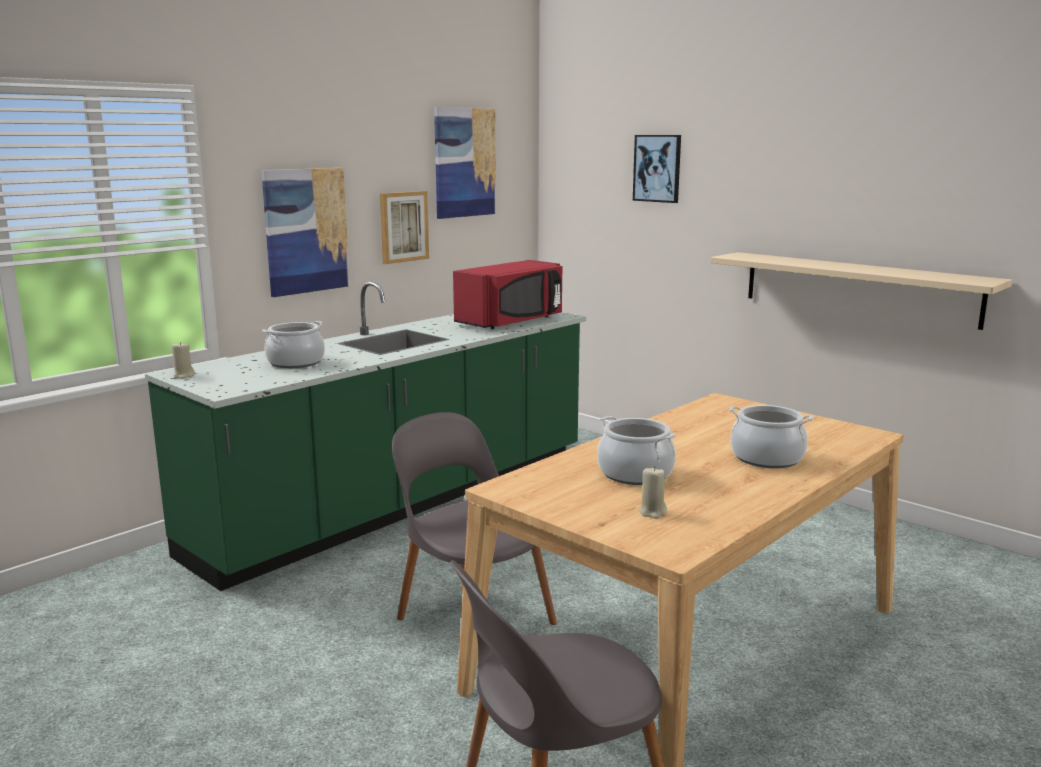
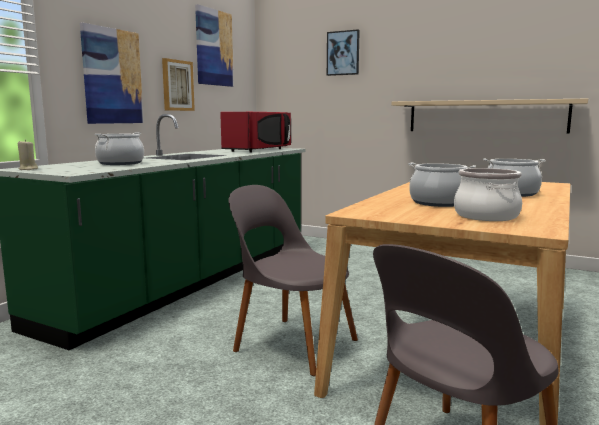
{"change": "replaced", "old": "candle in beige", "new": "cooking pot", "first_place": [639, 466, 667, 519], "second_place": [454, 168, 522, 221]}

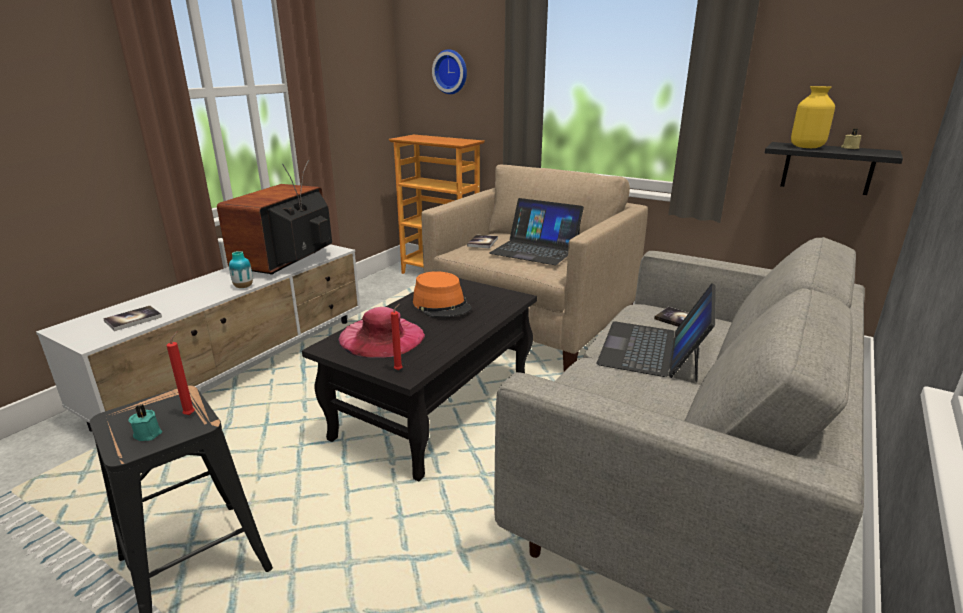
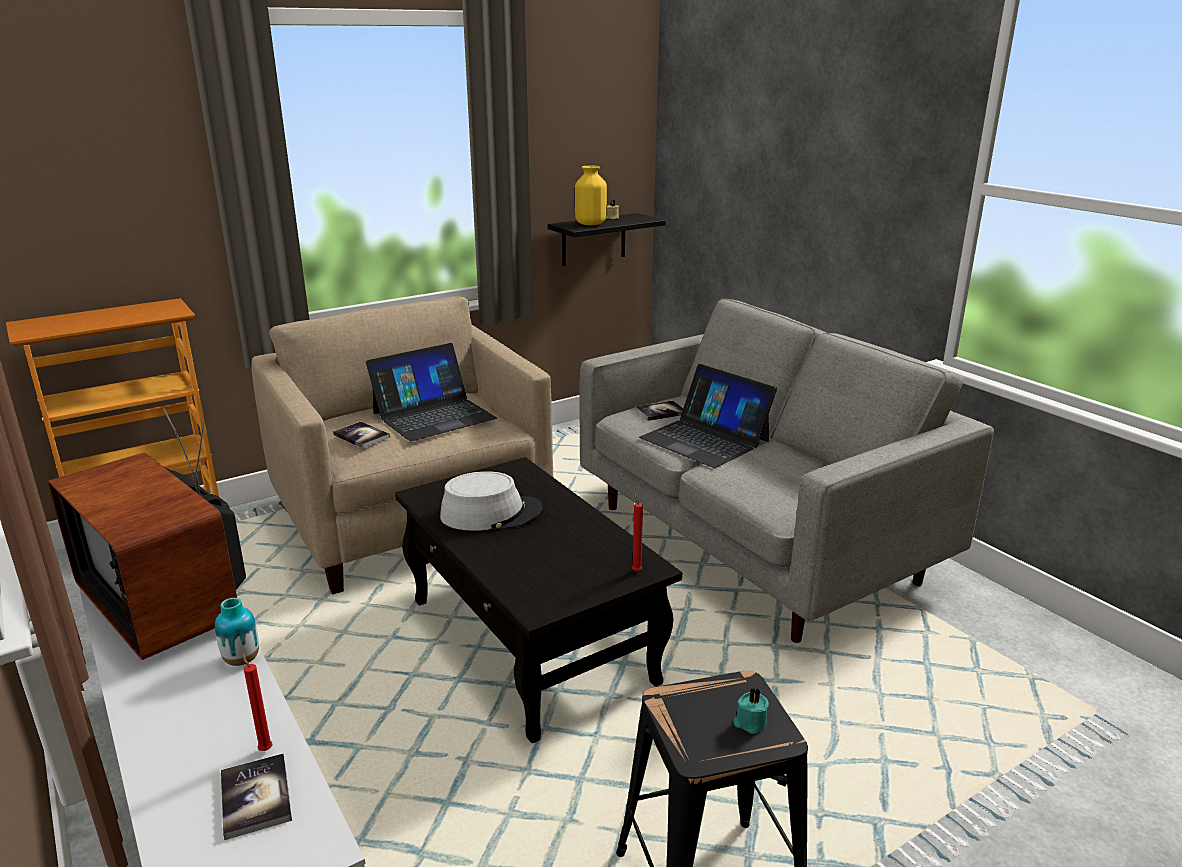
{"change": "moved", "old": "candle in red", "first_place": [167, 331, 195, 415], "second_place": [242, 653, 273, 751]}
{"change": "removed", "old": "hat in pink", "first_place": [338, 307, 425, 358]}
{"change": "recoloured", "old": "hat in orange", "new": "hat in grey", "first_place": [413, 271, 472, 317], "second_place": [440, 471, 543, 531]}
{"change": "removed", "old": "wall clock", "first_place": [432, 49, 467, 94]}

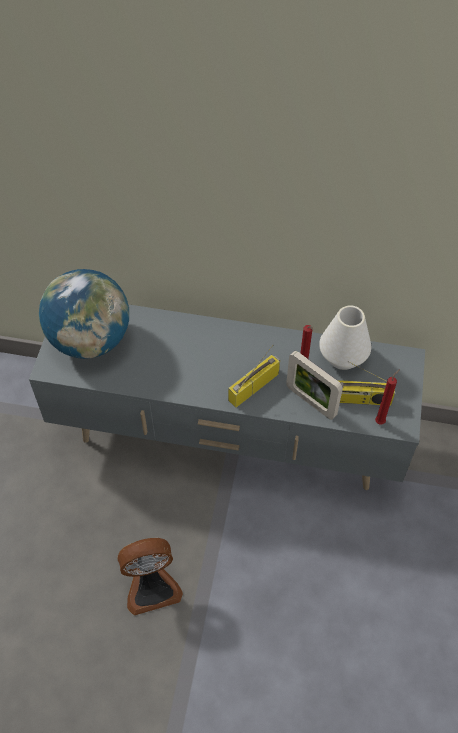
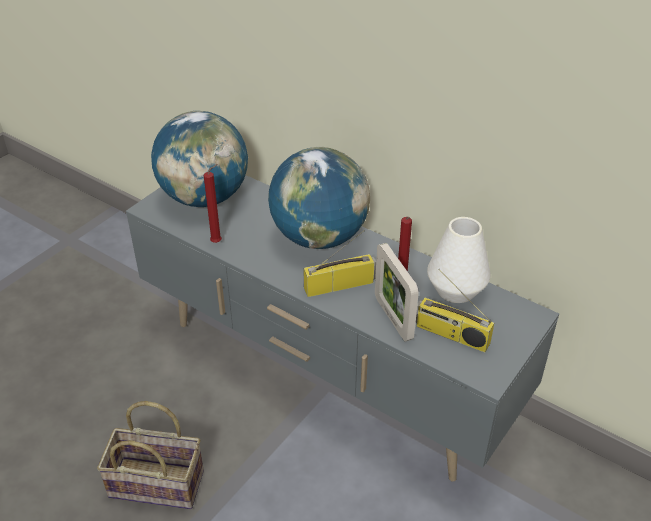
{"change": "replaced", "old": "fan", "new": "basket", "first_place": [118, 538, 183, 616], "second_place": [97, 401, 204, 509]}
{"change": "moved", "old": "candle in red", "first_place": [375, 369, 400, 424], "second_place": [204, 164, 222, 243]}
{"change": "added", "new": "globe", "second_place": [268, 147, 370, 249]}

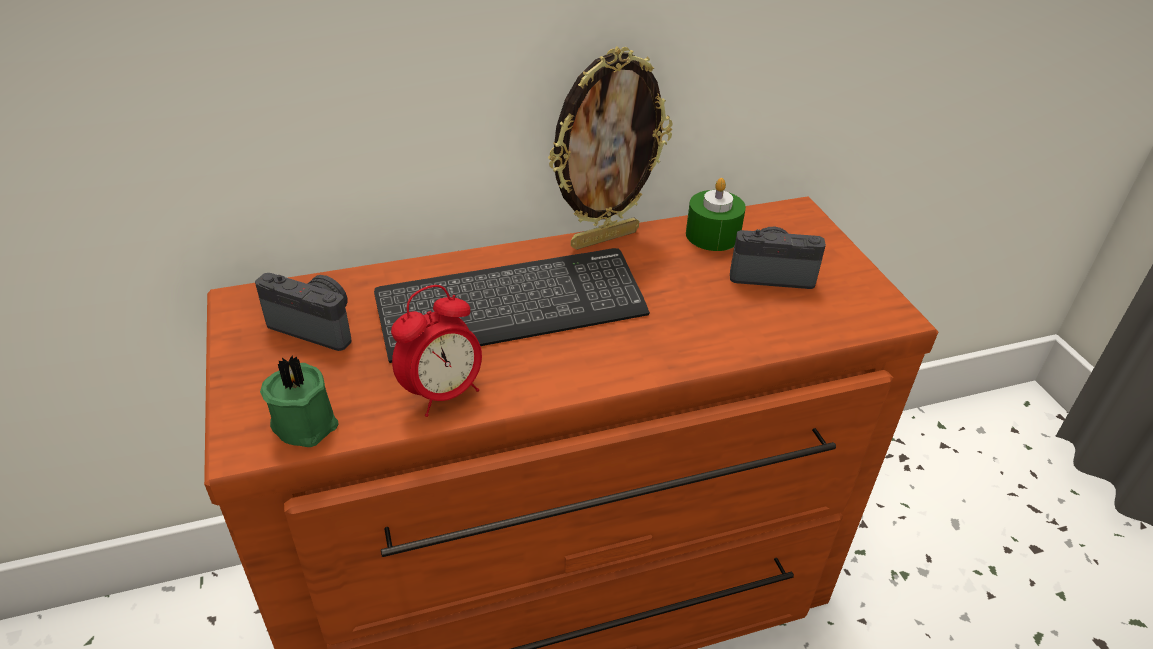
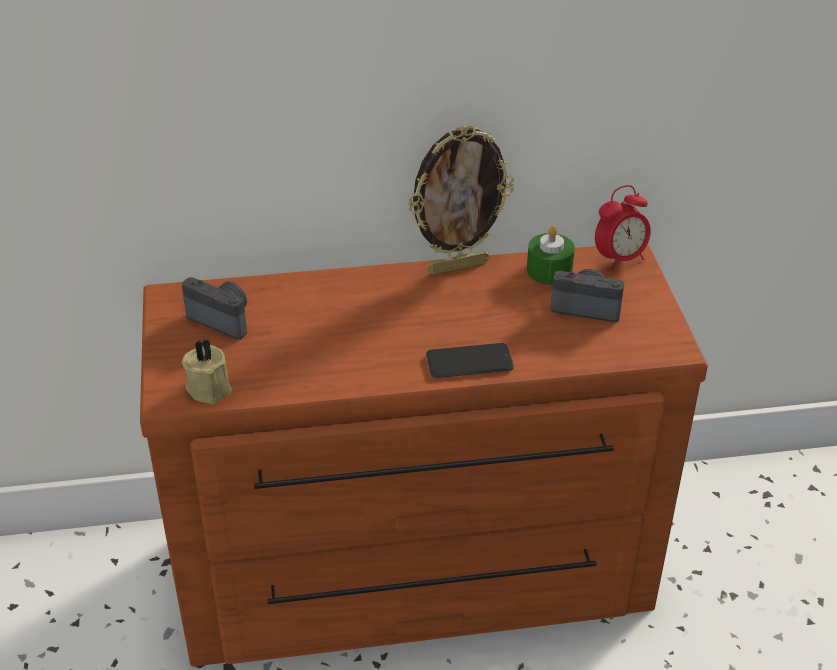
{"change": "recoloured", "old": "candle in green", "new": "candle in beige", "first_place": [260, 356, 339, 447], "second_place": [182, 340, 232, 404]}
{"change": "removed", "old": "keyboard", "first_place": [374, 248, 650, 363]}
{"change": "moved", "old": "alarm clock", "first_place": [391, 285, 482, 417], "second_place": [595, 185, 651, 271]}
{"change": "added", "new": "phone", "second_place": [426, 343, 514, 378]}

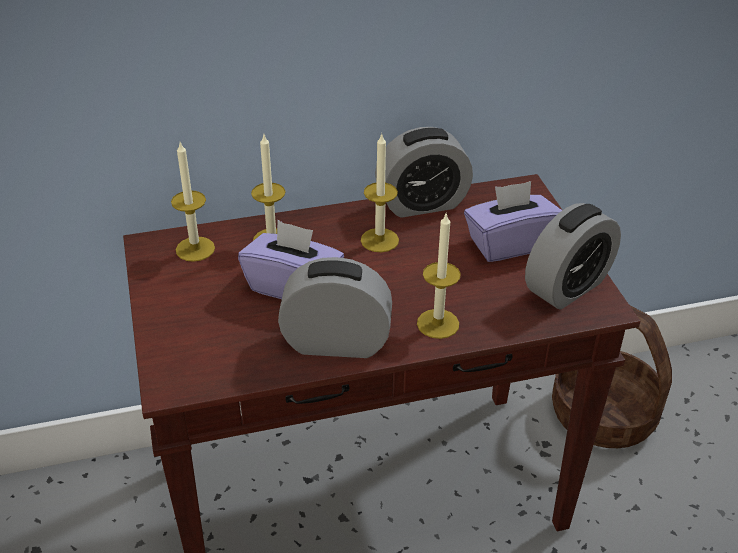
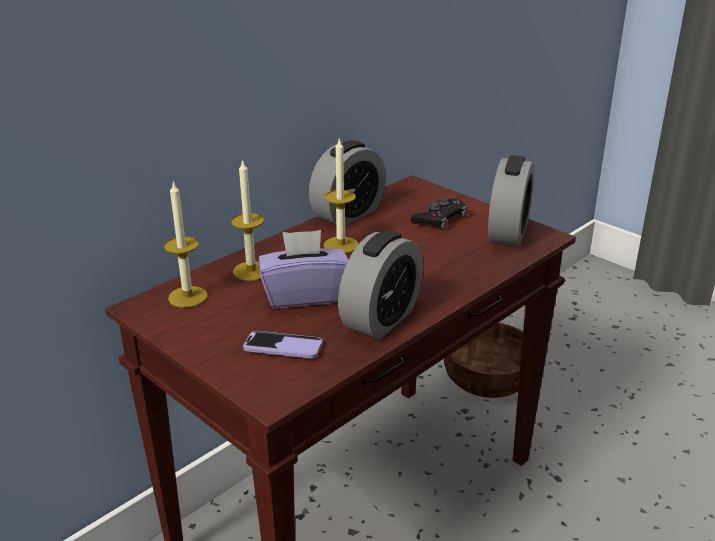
{"change": "turned", "old": "alarm clock", "first_place": [278, 257, 392, 358], "second_place": [338, 230, 423, 340], "degrees": 150}
{"change": "removed", "old": "candle", "first_place": [417, 212, 461, 339]}
{"change": "replaced", "old": "tissue box in purple", "new": "game controller in black", "first_place": [464, 181, 562, 262], "second_place": [411, 197, 468, 230]}
{"change": "added", "new": "phone", "second_place": [243, 331, 322, 358]}

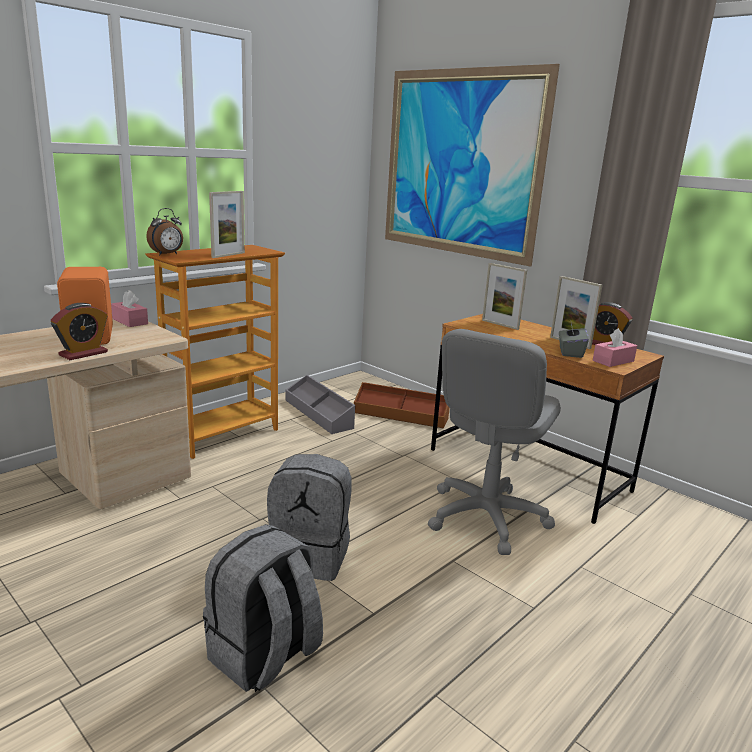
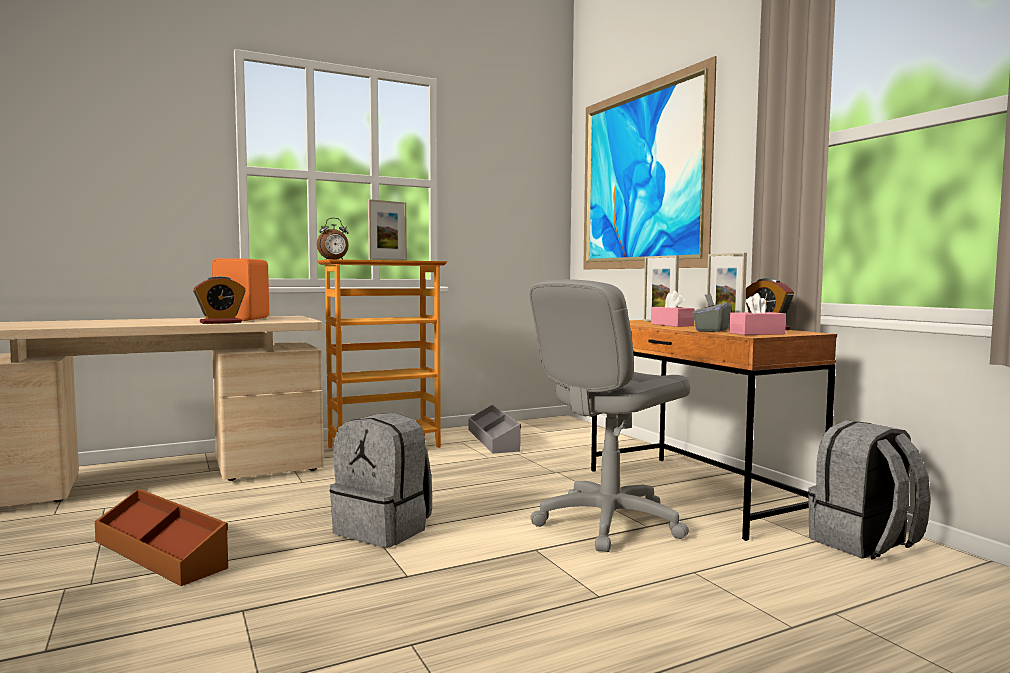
{"change": "moved", "old": "tissue box in pink", "first_place": [111, 290, 148, 327], "second_place": [651, 291, 694, 327]}
{"change": "moved", "old": "backpack in grey", "first_place": [203, 524, 323, 692], "second_place": [808, 420, 931, 559]}
{"change": "moved", "old": "storage box in brown", "first_place": [354, 382, 449, 429], "second_place": [95, 489, 228, 586]}

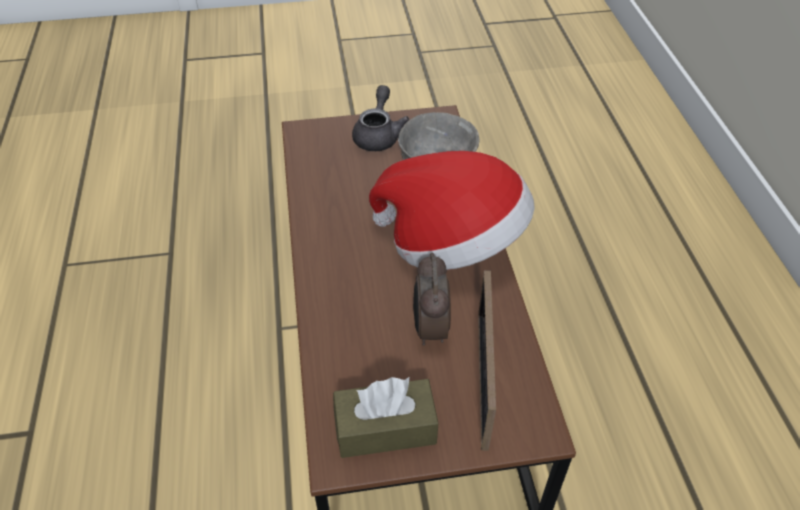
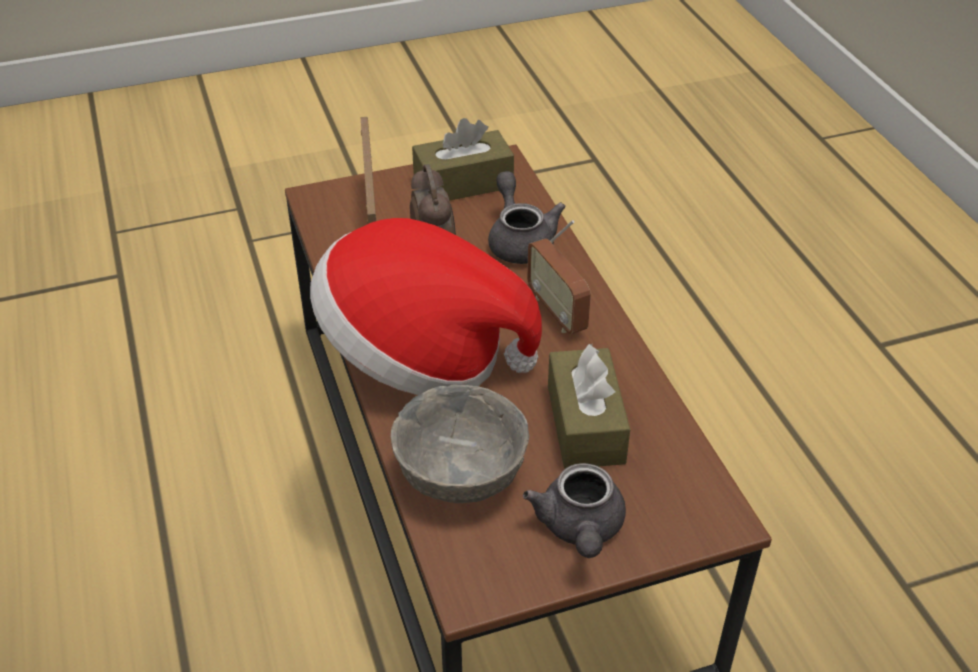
{"change": "added", "new": "teapot in grey", "second_place": [488, 171, 565, 264]}
{"change": "added", "new": "radio", "second_place": [527, 220, 591, 334]}
{"change": "added", "new": "tissue box in brown", "second_place": [548, 343, 630, 468]}

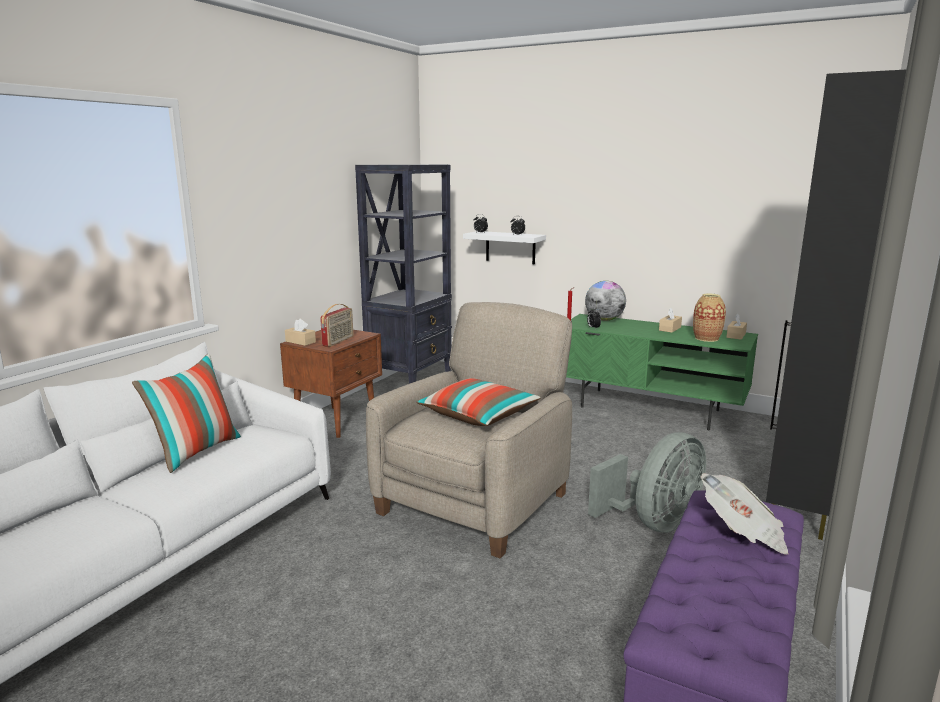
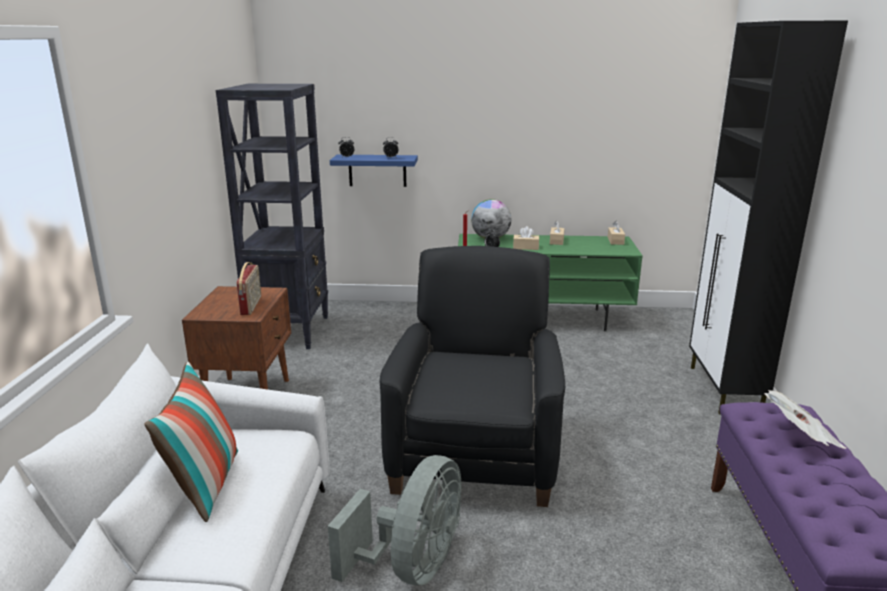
{"change": "moved", "old": "tissue box in beige", "first_place": [285, 319, 316, 346], "second_place": [513, 226, 539, 250]}
{"change": "recoloured", "old": "armchair in beige", "new": "armchair in black", "first_place": [366, 302, 572, 558], "second_place": [380, 246, 565, 507]}
{"change": "removed", "old": "pillow", "first_place": [416, 378, 541, 426]}
{"change": "recoloured", "old": "shelf in white", "new": "shelf in blue", "first_place": [463, 231, 546, 264], "second_place": [330, 155, 418, 187]}
{"change": "moved", "old": "fan in grey", "first_place": [588, 432, 706, 533], "second_place": [328, 455, 461, 585]}
{"change": "removed", "old": "vase", "first_place": [693, 293, 726, 342]}

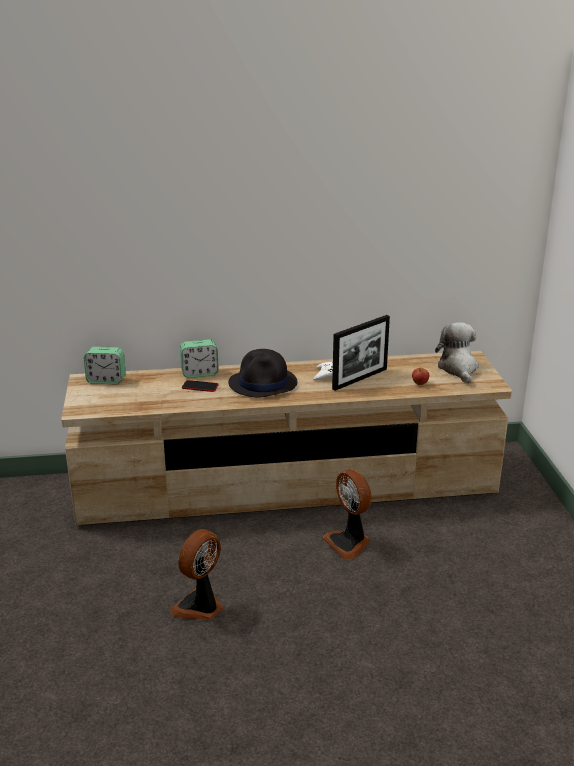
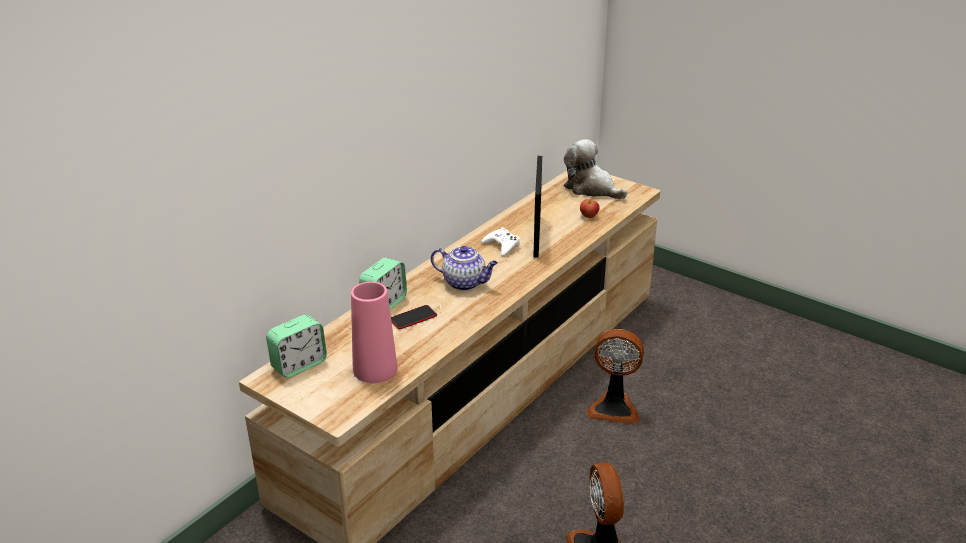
{"change": "replaced", "old": "hat in black", "new": "teapot", "first_place": [228, 349, 297, 398], "second_place": [431, 246, 498, 291]}
{"change": "added", "new": "vase in pink", "second_place": [351, 282, 398, 383]}

